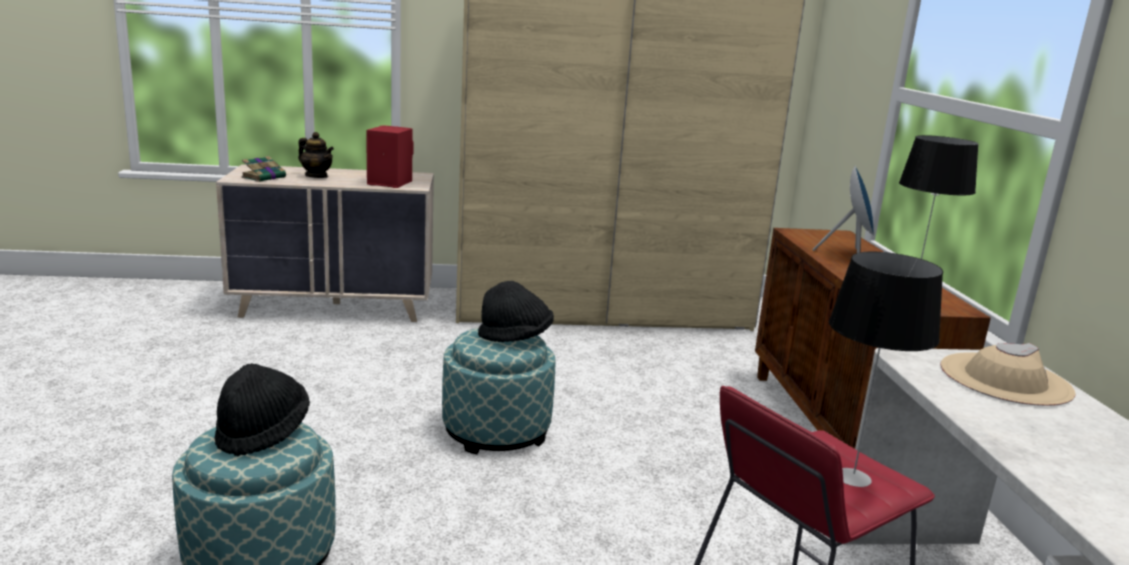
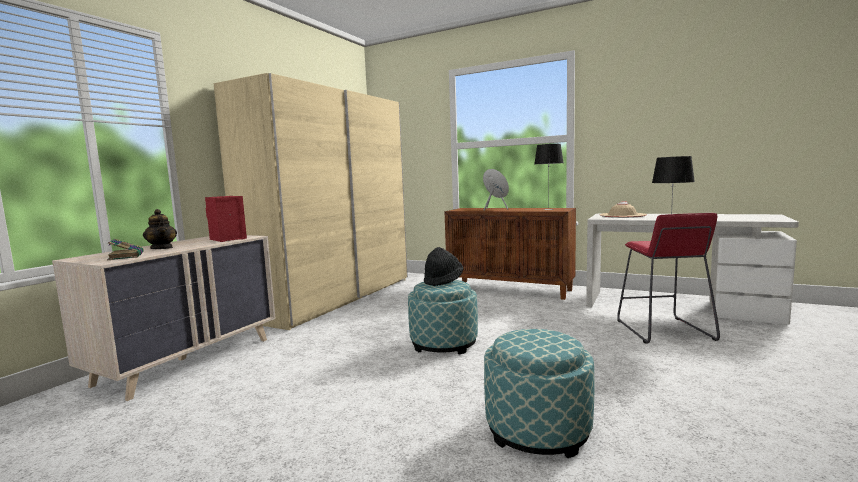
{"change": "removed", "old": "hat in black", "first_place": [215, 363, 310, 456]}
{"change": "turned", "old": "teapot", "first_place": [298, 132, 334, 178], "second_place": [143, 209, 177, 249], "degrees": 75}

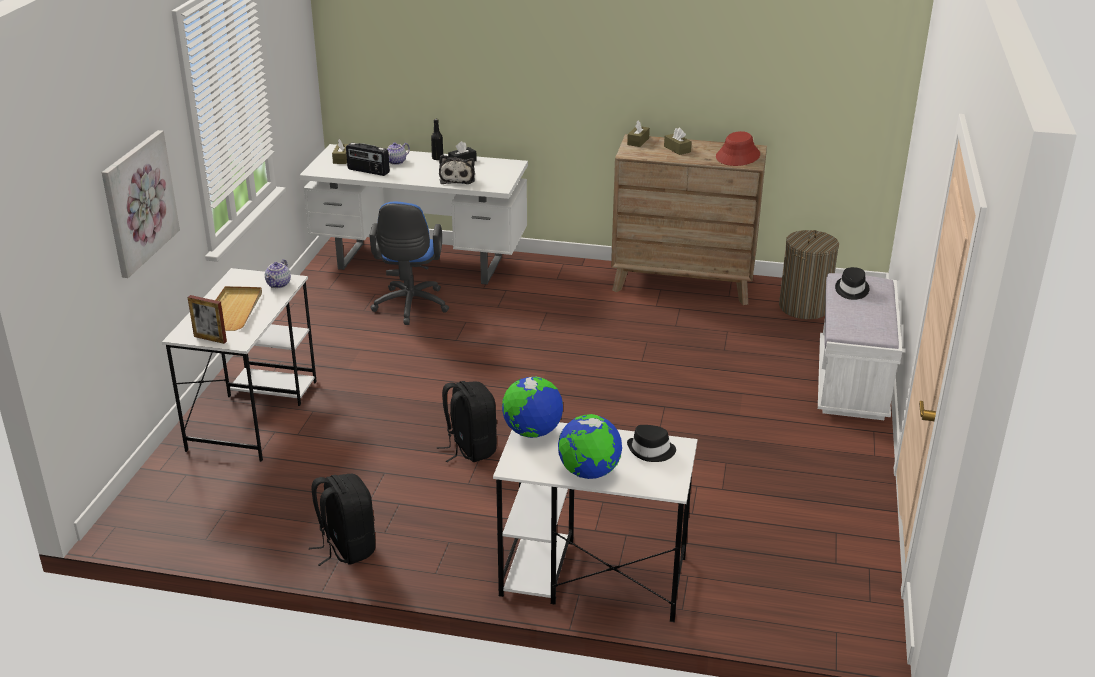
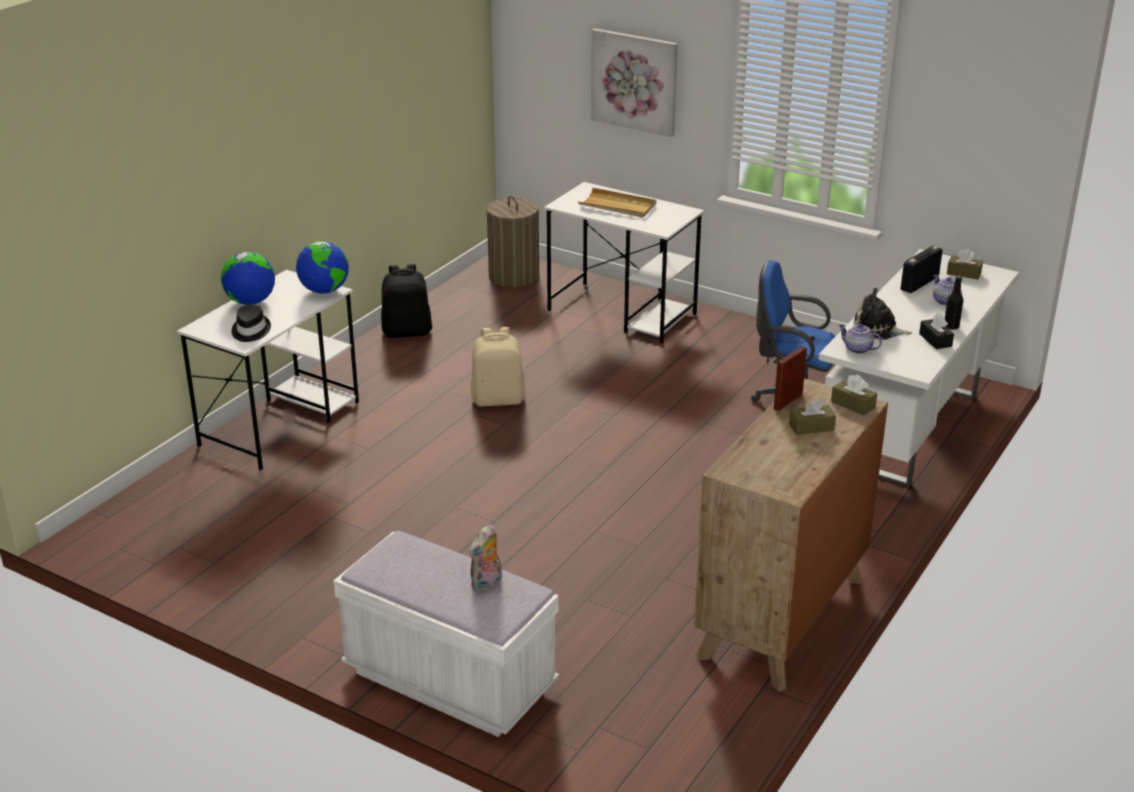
{"change": "moved", "old": "picture frame", "first_place": [187, 295, 227, 344], "second_place": [774, 346, 807, 411]}
{"change": "moved", "old": "teapot", "first_place": [265, 259, 291, 288], "second_place": [838, 324, 882, 354]}
{"change": "recoloured", "old": "backpack in black", "new": "backpack in beige", "first_place": [437, 381, 497, 462], "second_place": [471, 327, 526, 407]}
{"change": "removed", "old": "hat in red", "first_place": [716, 131, 760, 166]}
{"change": "moved", "old": "laundry basket", "first_place": [779, 230, 839, 319], "second_place": [486, 196, 539, 287]}
{"change": "replaced", "old": "hat in black", "new": "plush toy", "first_place": [835, 267, 869, 300], "second_place": [469, 525, 502, 592]}

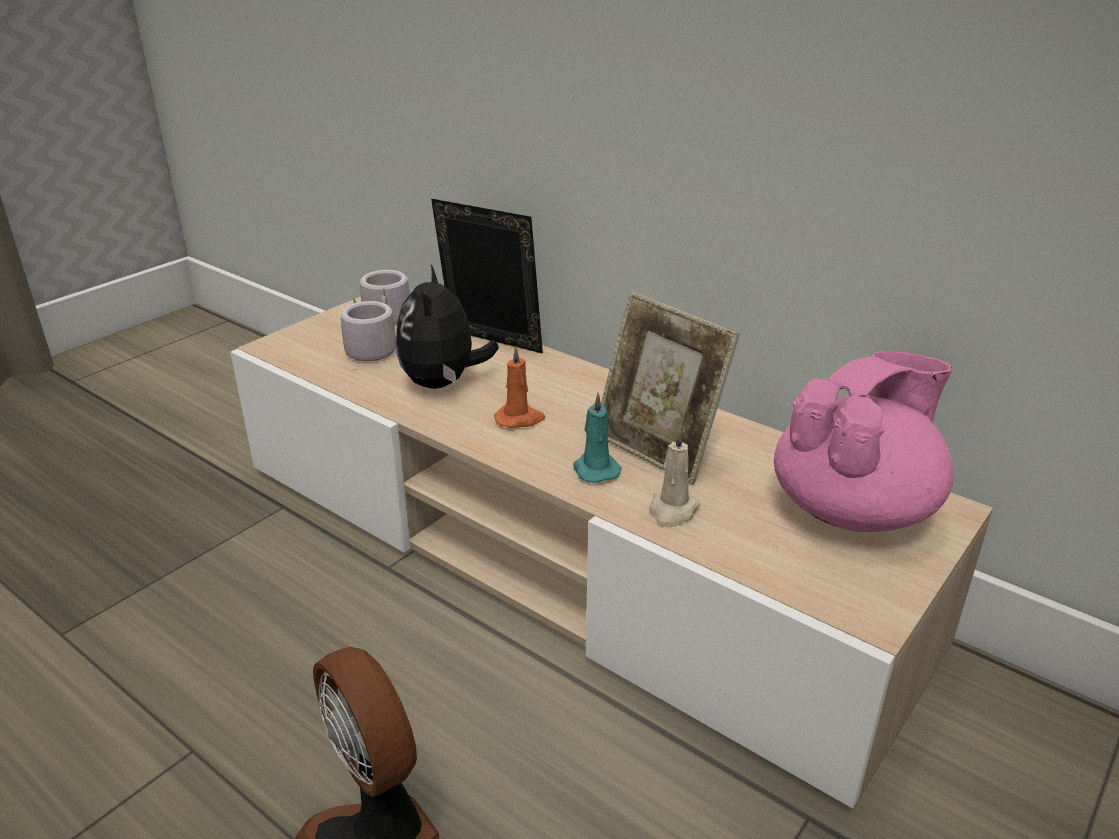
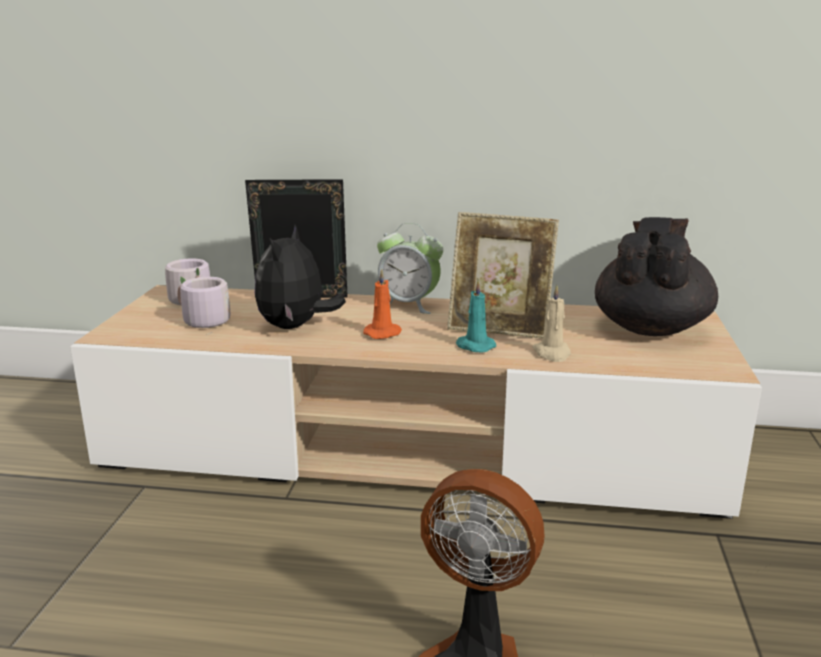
{"change": "turned", "old": "plush toy", "first_place": [396, 265, 499, 389], "second_place": [255, 225, 346, 329], "degrees": 45}
{"change": "recoloured", "old": "teapot in pink", "new": "teapot in black", "first_place": [774, 352, 954, 532], "second_place": [595, 217, 718, 336]}
{"change": "added", "new": "alarm clock", "second_place": [377, 223, 443, 314]}

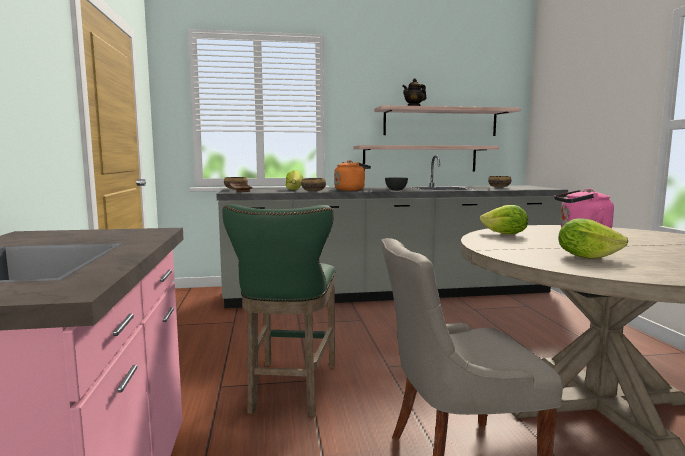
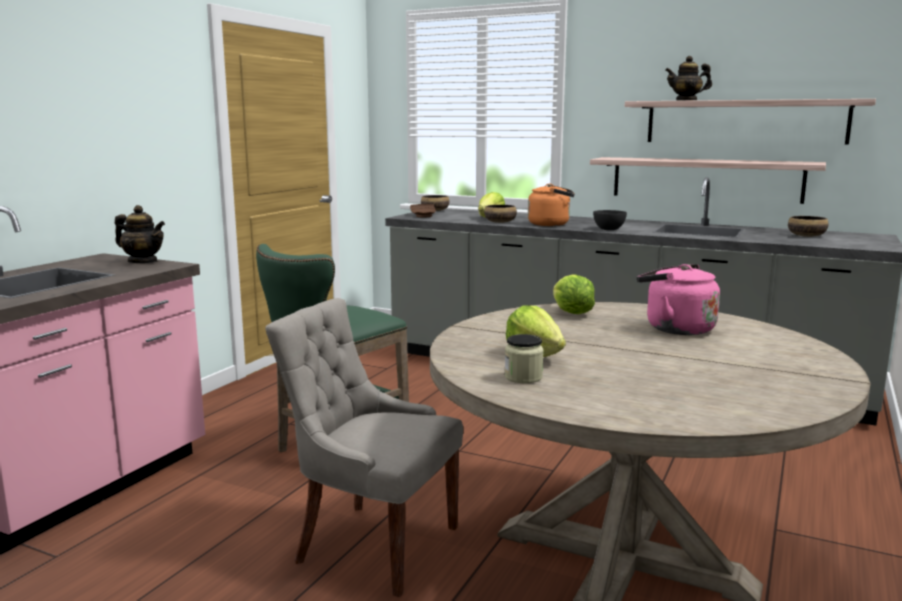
{"change": "added", "new": "teapot", "second_place": [115, 205, 165, 263]}
{"change": "added", "new": "jar", "second_place": [504, 334, 544, 383]}

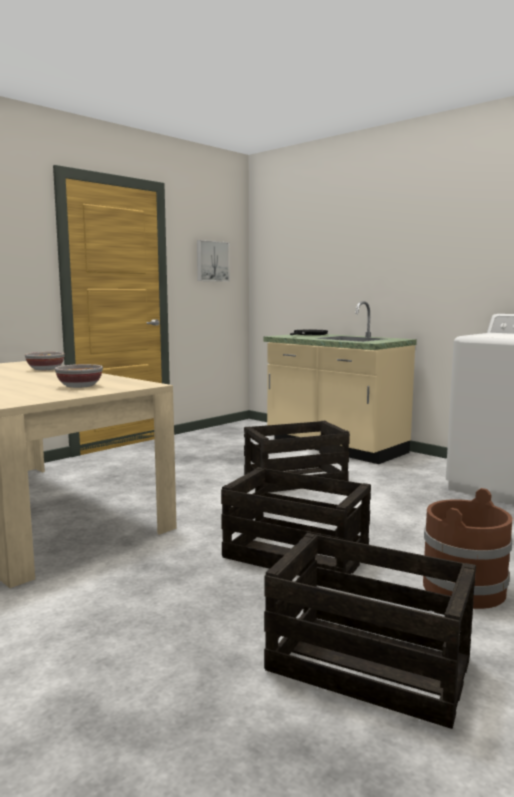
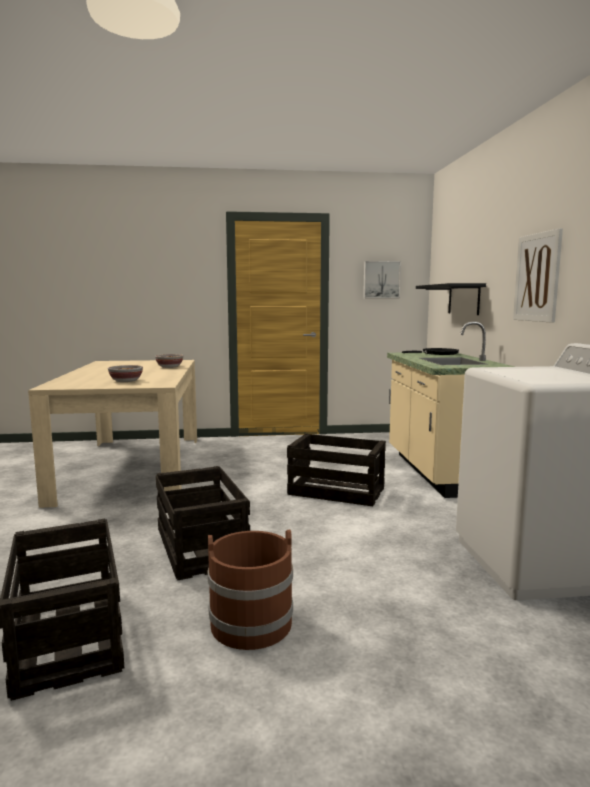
{"change": "added", "new": "shelf in black", "second_place": [416, 283, 486, 315]}
{"change": "added", "new": "picture", "second_place": [513, 228, 563, 323]}

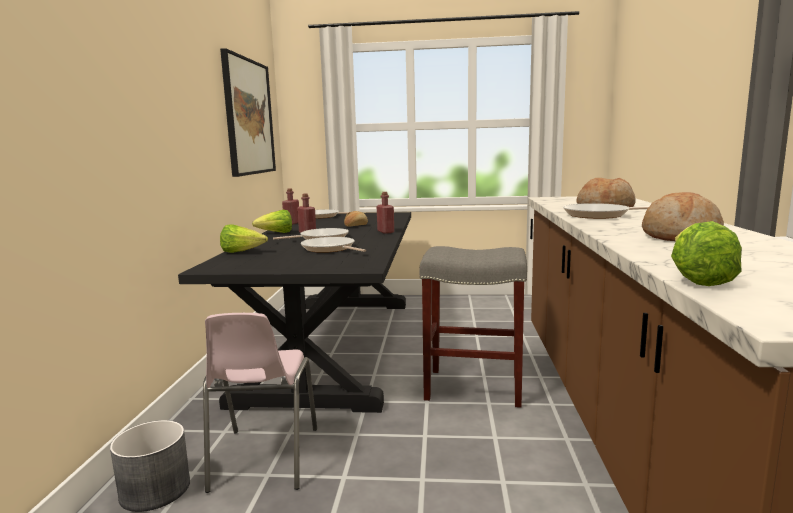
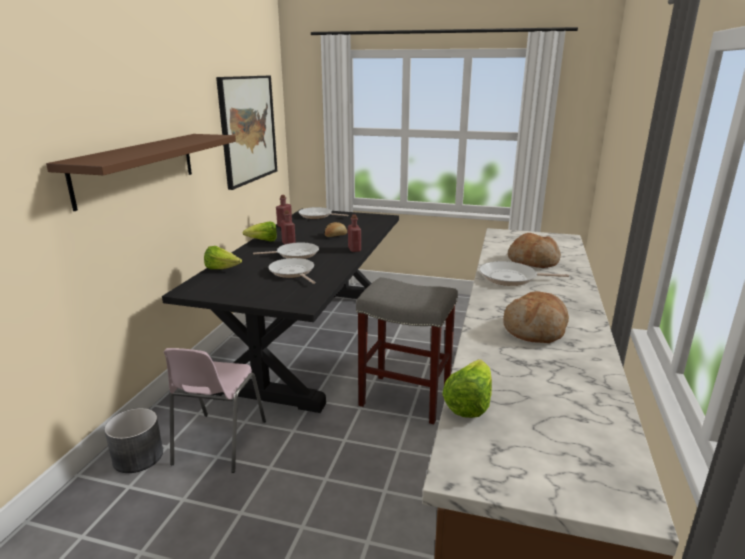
{"change": "added", "new": "shelf in brown", "second_place": [46, 134, 236, 211]}

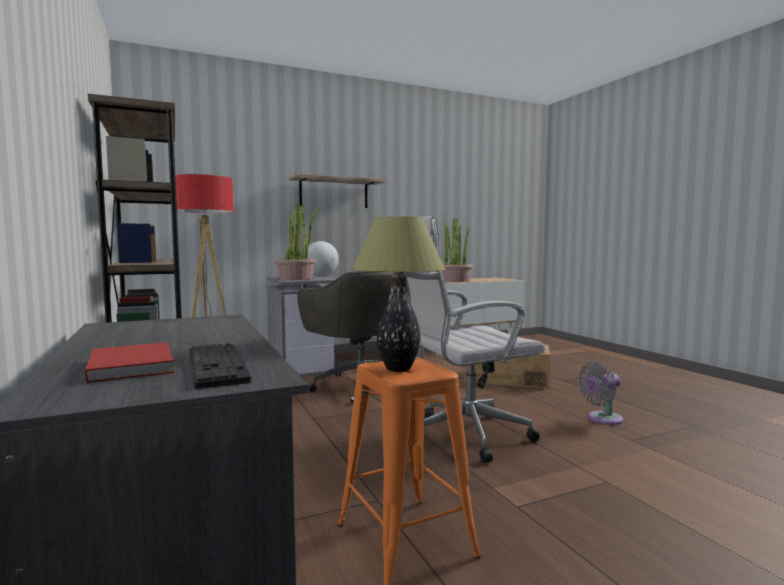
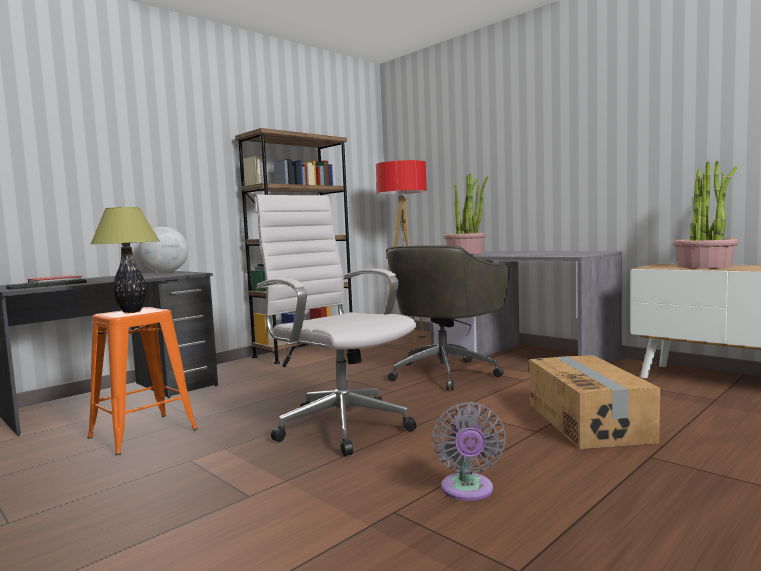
{"change": "removed", "old": "shelf", "first_place": [289, 174, 386, 208]}
{"change": "moved", "old": "globe", "first_place": [308, 241, 339, 276], "second_place": [139, 227, 188, 273]}
{"change": "turned", "old": "fan in grey", "first_place": [578, 362, 623, 425], "second_place": [432, 402, 506, 501], "degrees": -135}

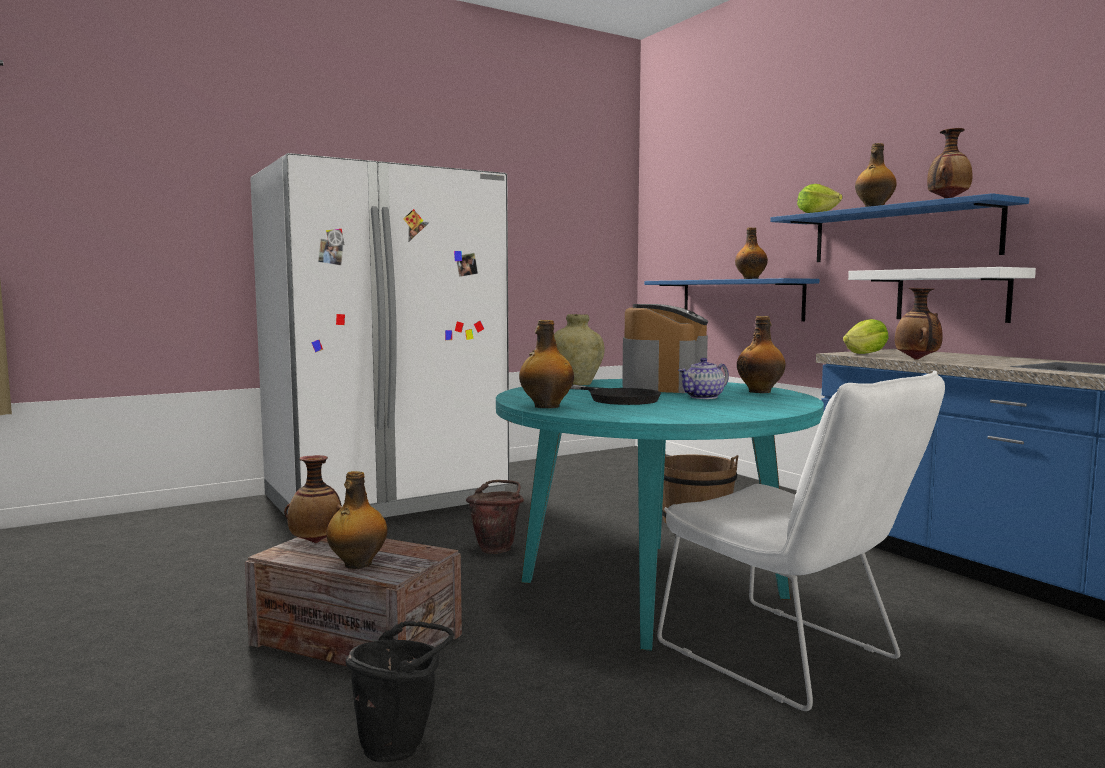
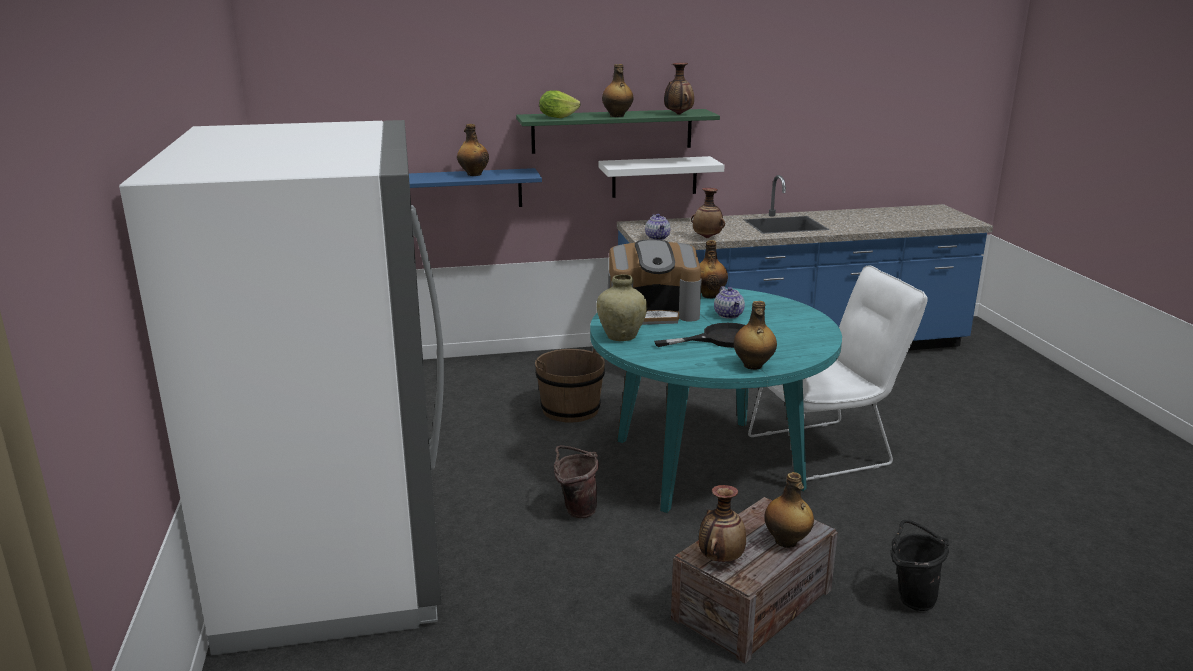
{"change": "turned", "old": "coffee machine", "first_place": [622, 304, 708, 393], "second_place": [608, 239, 702, 325], "degrees": 135}
{"change": "recoloured", "old": "shelf in blue", "new": "shelf in green", "first_place": [770, 193, 1029, 262], "second_place": [516, 109, 720, 154]}
{"change": "replaced", "old": "lettuce", "new": "teapot", "first_place": [843, 319, 889, 354], "second_place": [645, 214, 670, 240]}

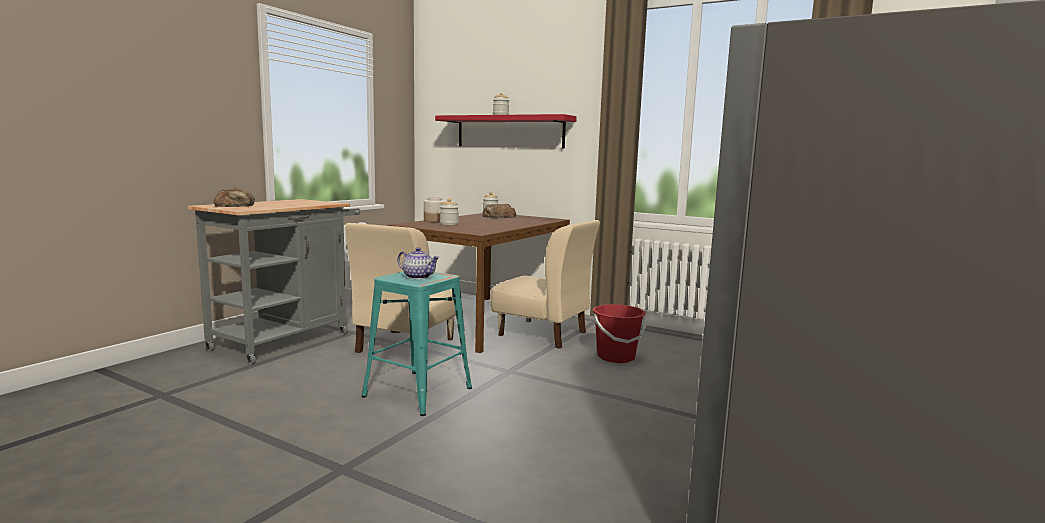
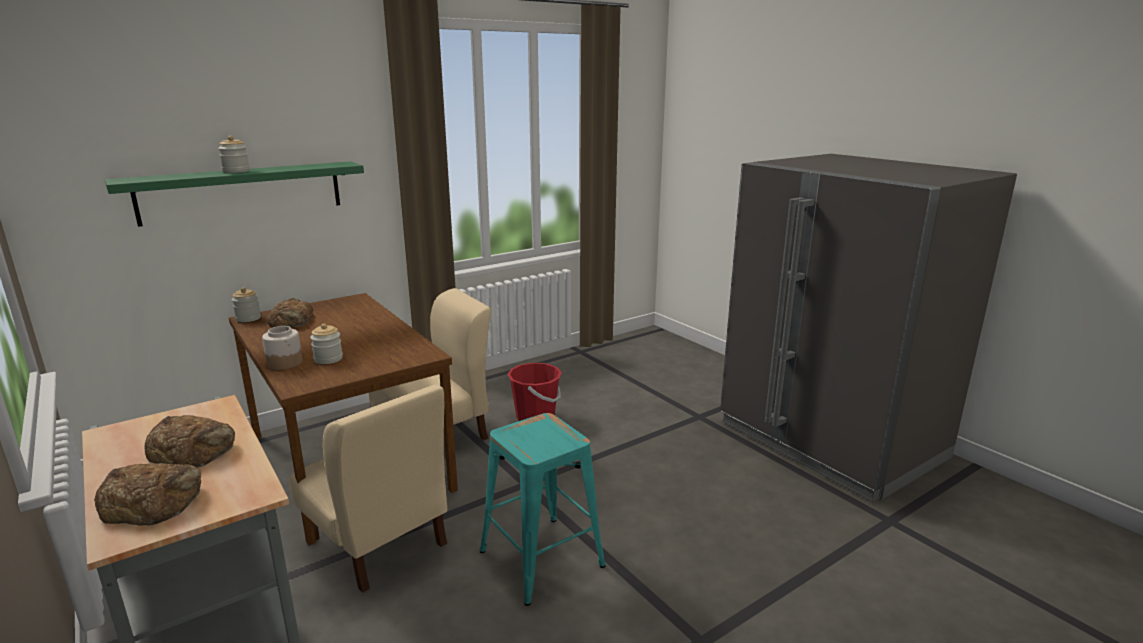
{"change": "removed", "old": "teapot", "first_place": [397, 247, 440, 279]}
{"change": "recoloured", "old": "shelf in red", "new": "shelf in green", "first_place": [435, 114, 577, 148], "second_place": [105, 161, 364, 227]}
{"change": "added", "new": "bread", "second_place": [144, 415, 235, 468]}

